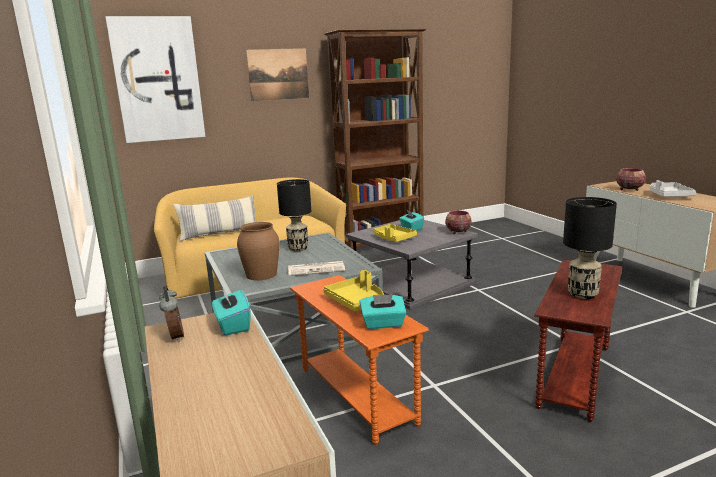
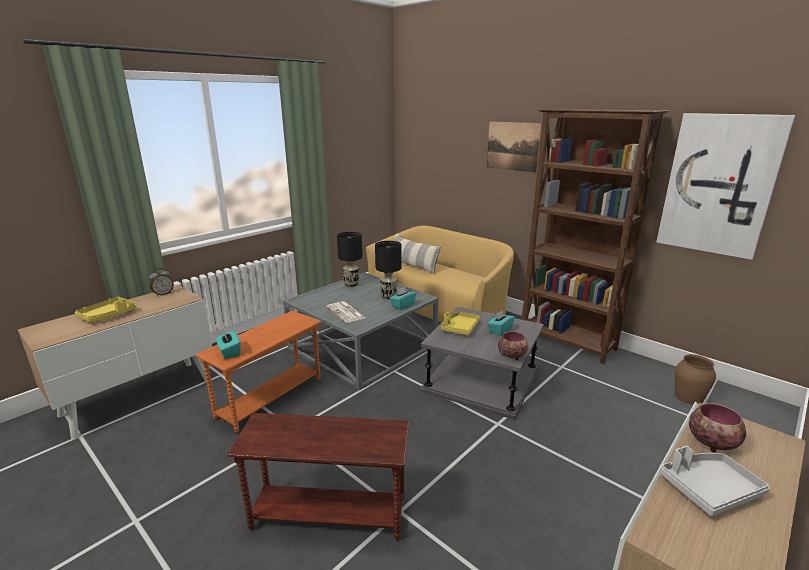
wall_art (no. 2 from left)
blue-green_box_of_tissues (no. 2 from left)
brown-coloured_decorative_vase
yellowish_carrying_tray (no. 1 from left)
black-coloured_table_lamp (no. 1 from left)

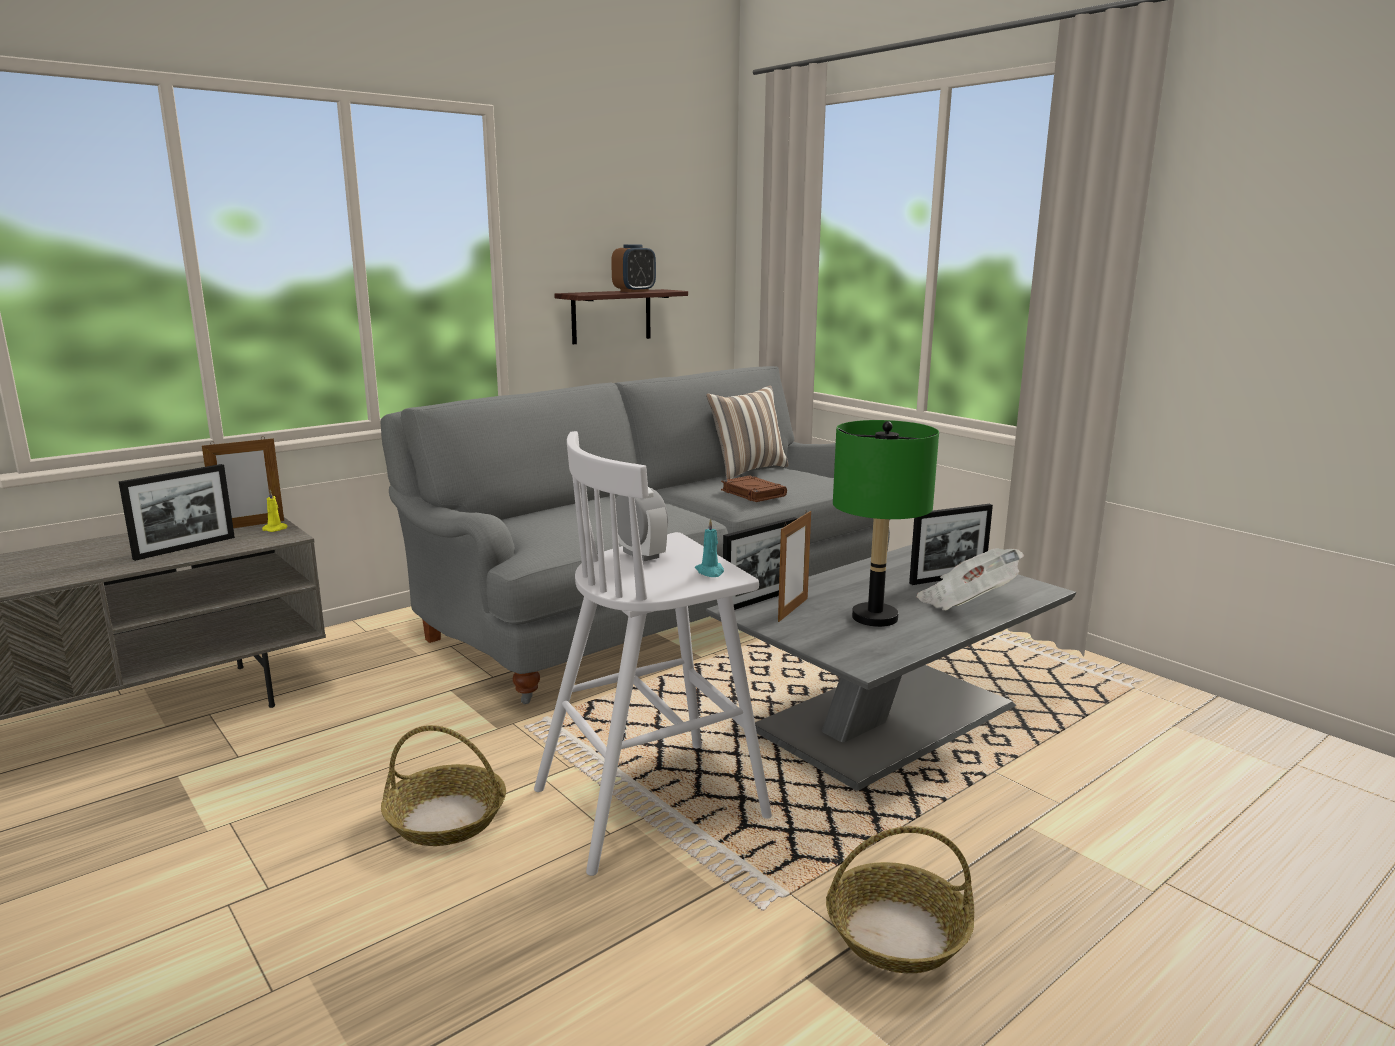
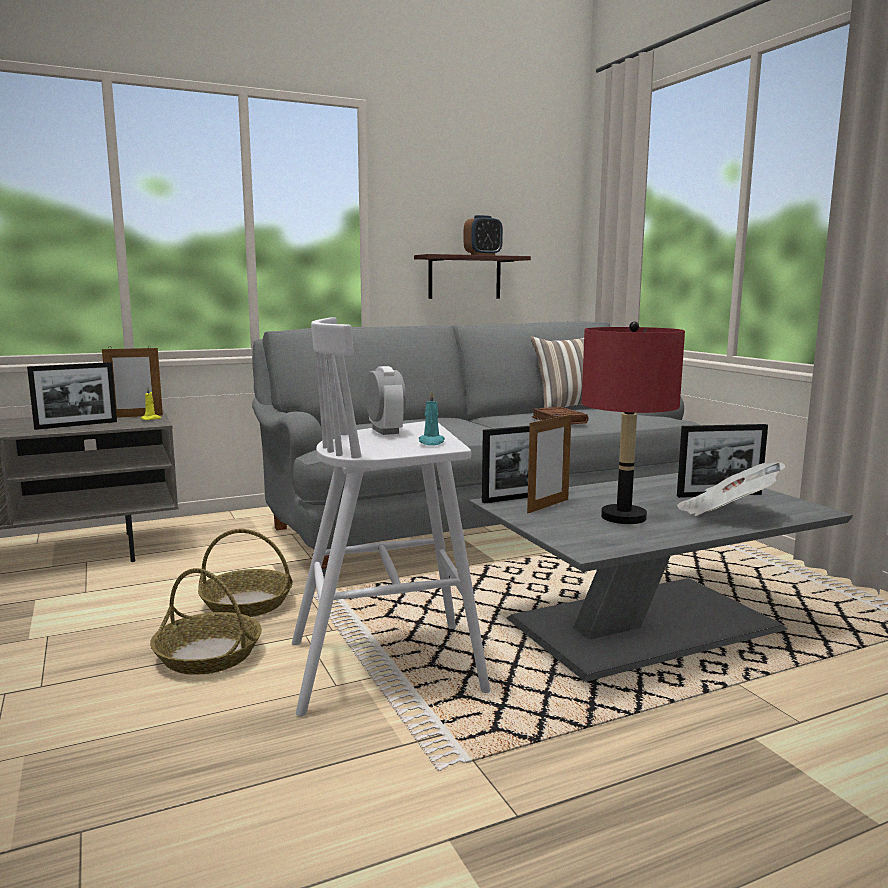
basket (no. 2 from left)
red-coloured_table_lamp

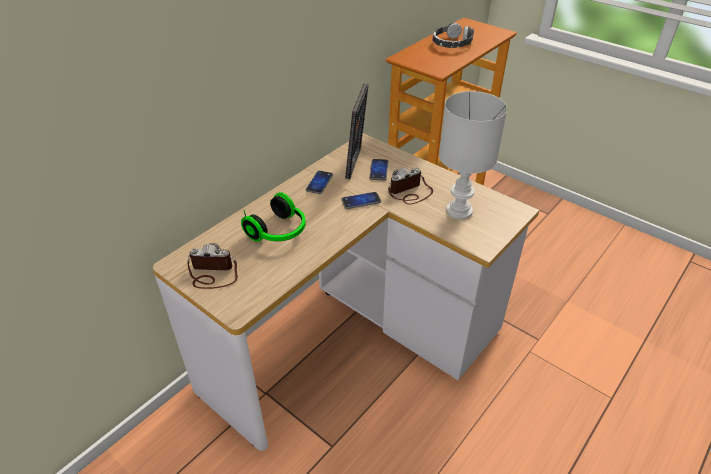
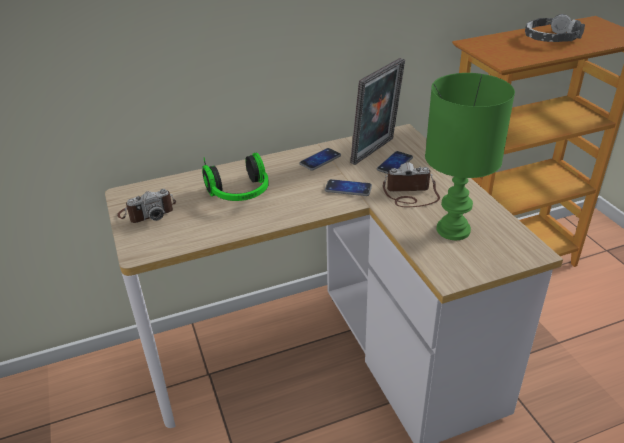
green-coloured_table_lamp
still_camera (no. 1 from left)

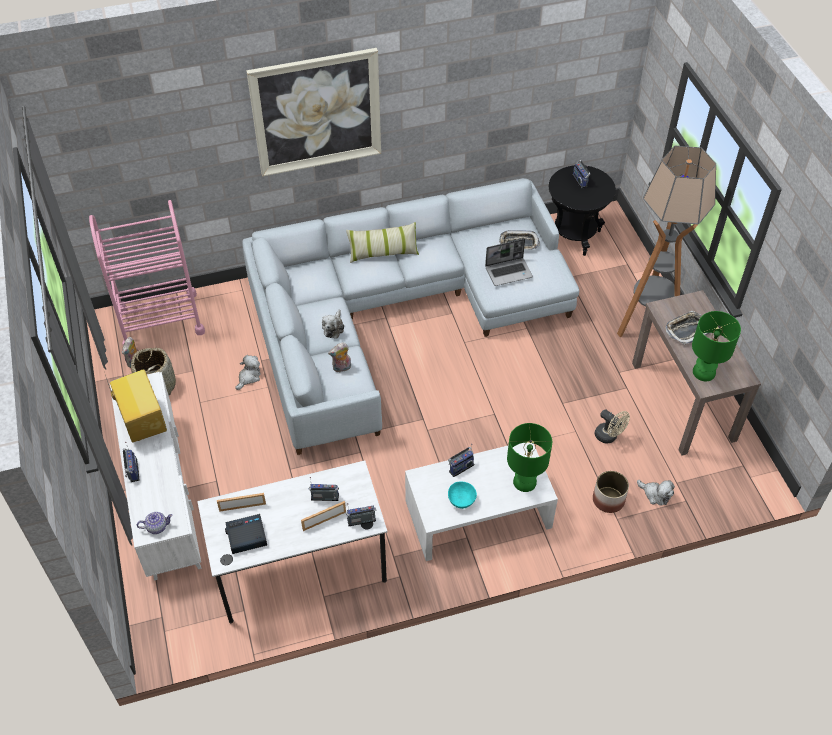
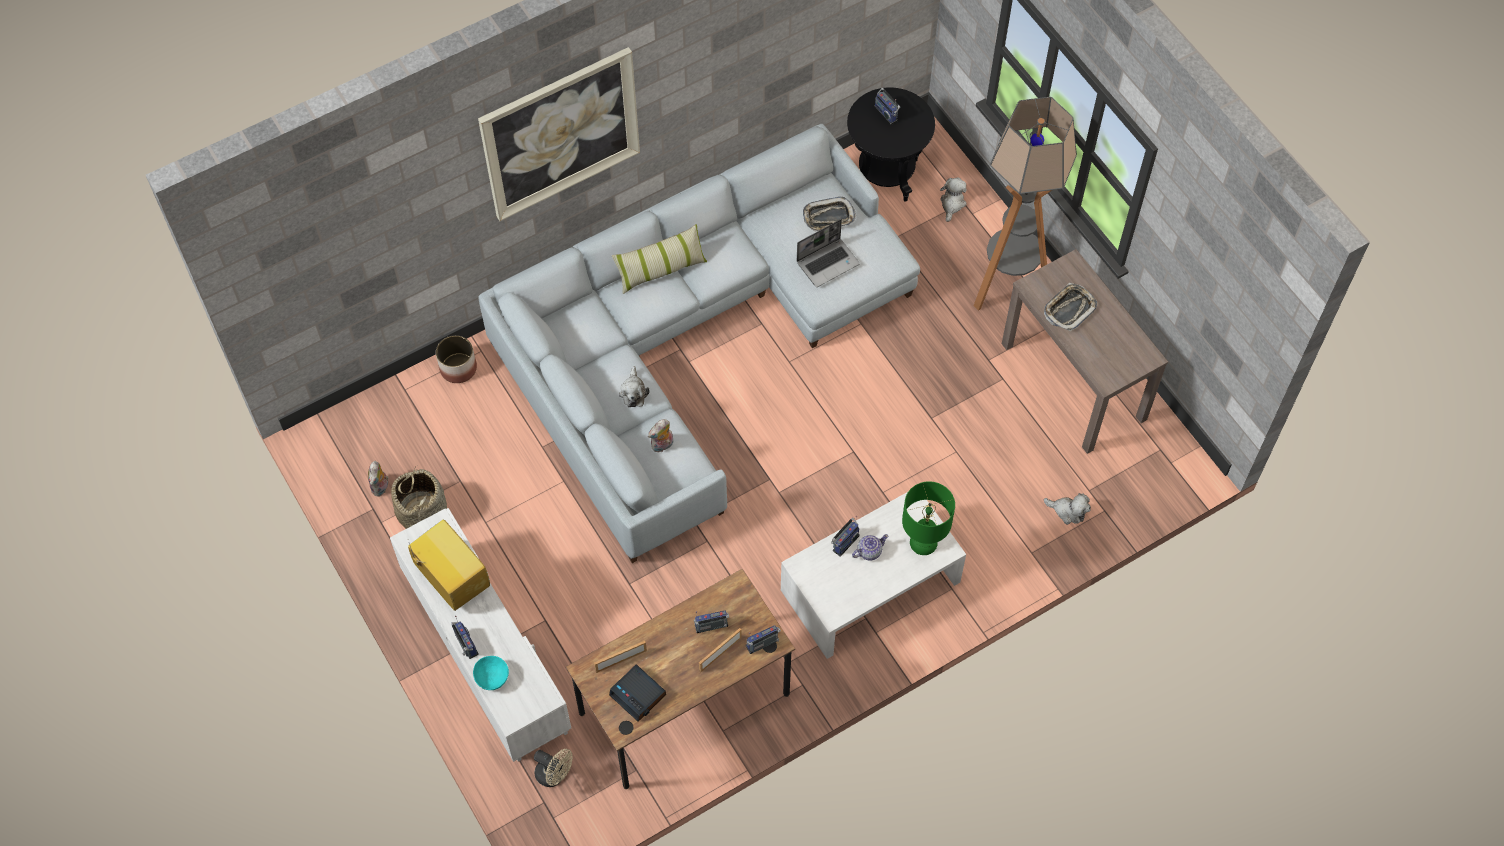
pink-coloured_wheeled_cart
green-coloured_table_lamp (no. 2 from left in the first image)
teapot
plush_toy (no. 4 from left)
blue-green_bowl
plant_pot
sand-coloured_fan
brown-coloured_desk
bedside_clock

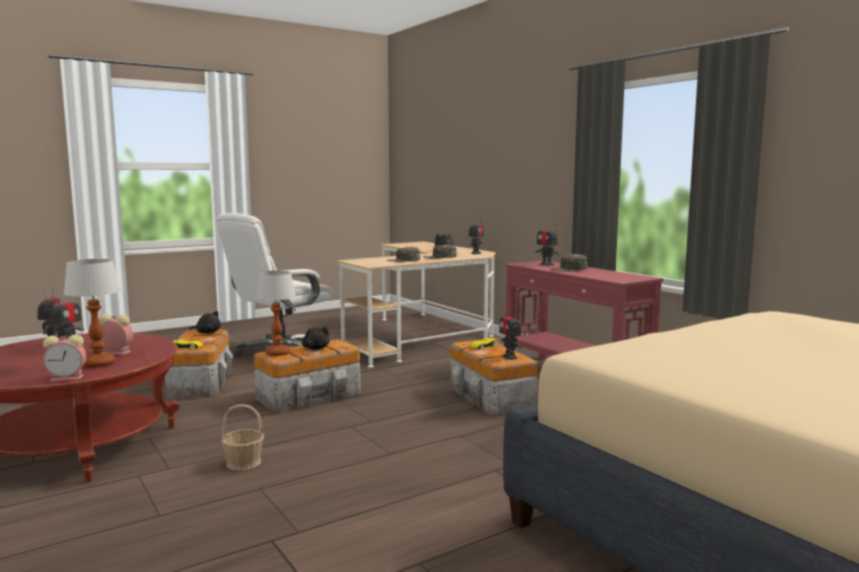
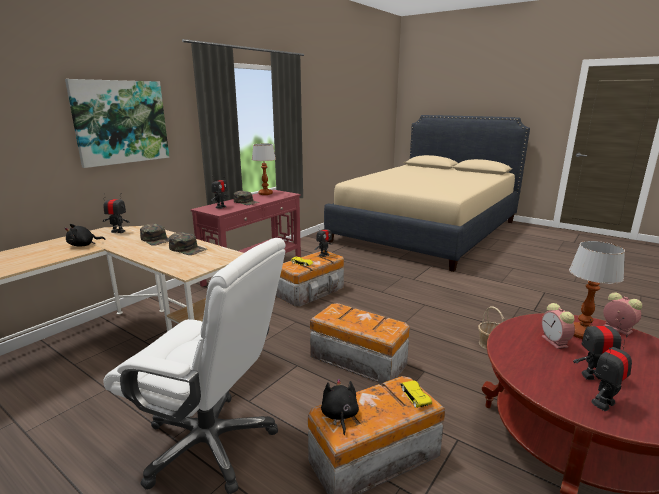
black-coloured_plush_toy (no. 2 from left in the first image)
wall_art
table_lamp (no. 1 from left)

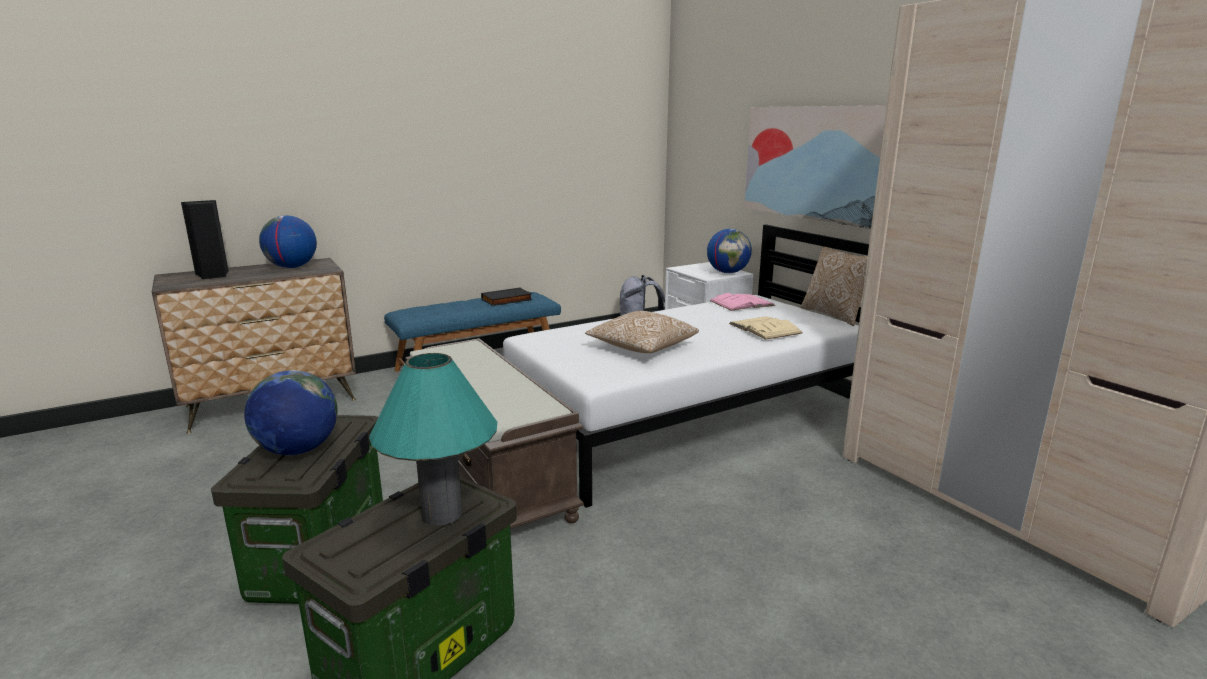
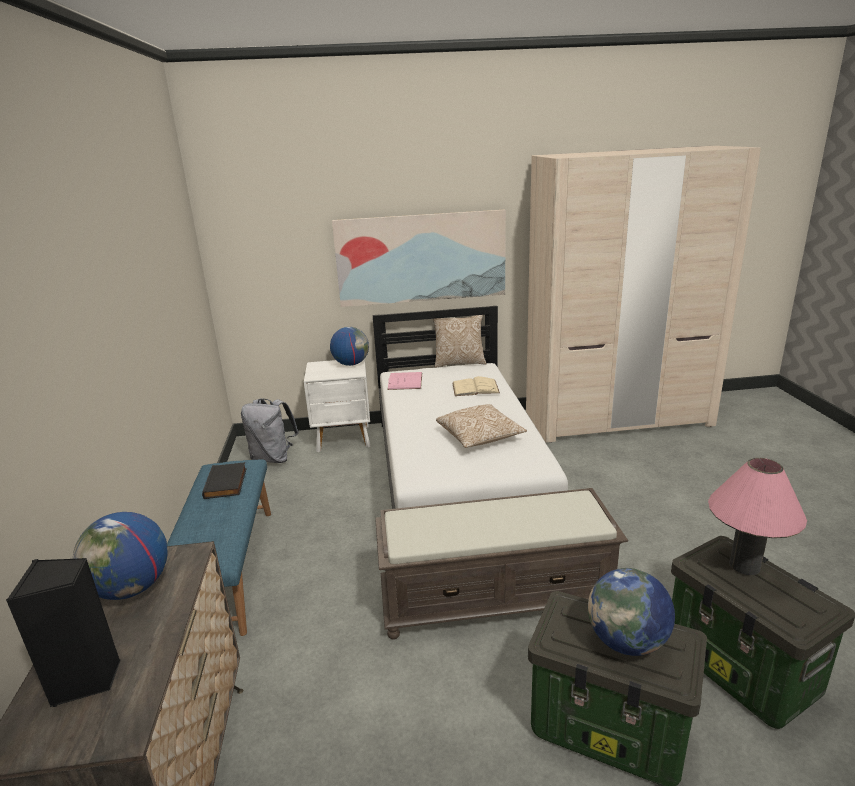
pink-coloured_table_lamp

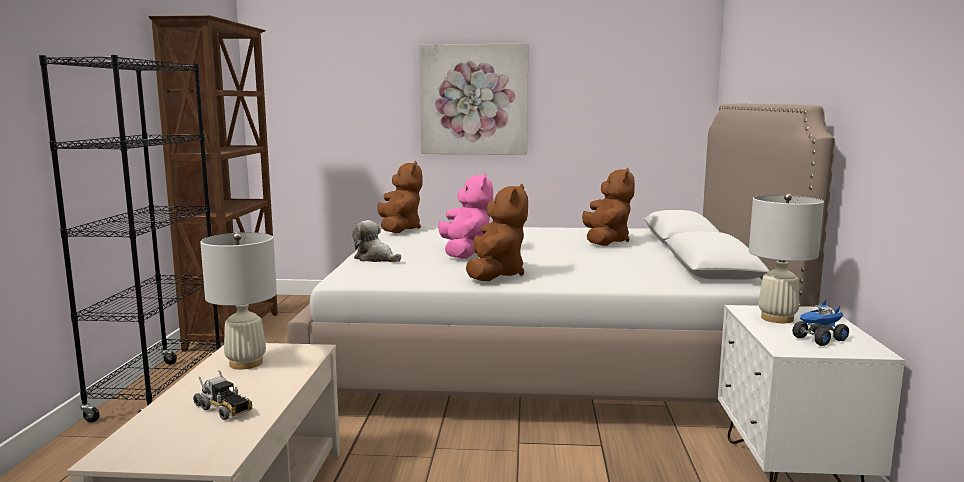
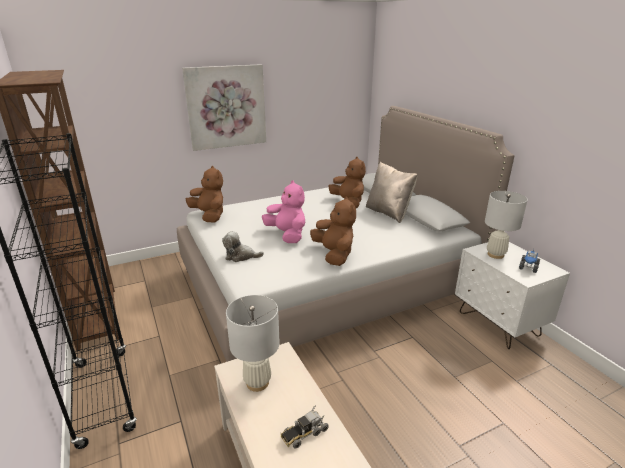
sand-coloured_throw_pillow
toy_truck (no. 1 from left)

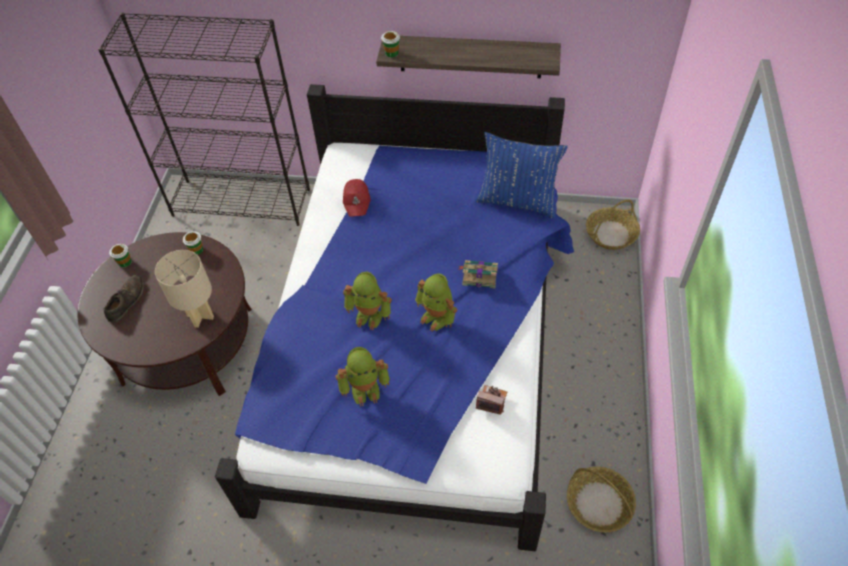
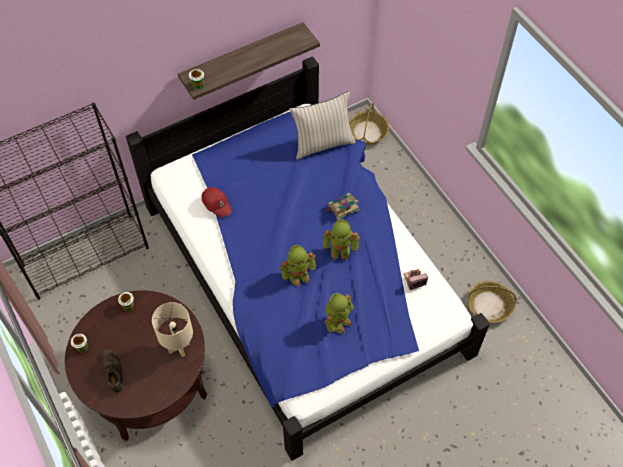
sand-coloured_throw_pillow

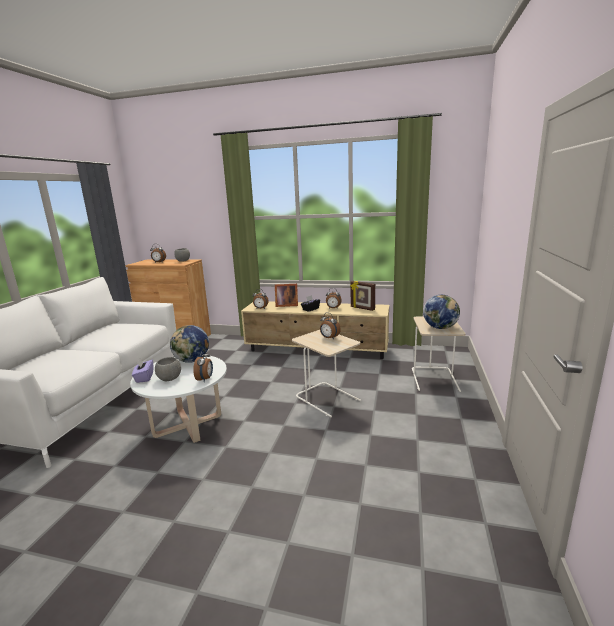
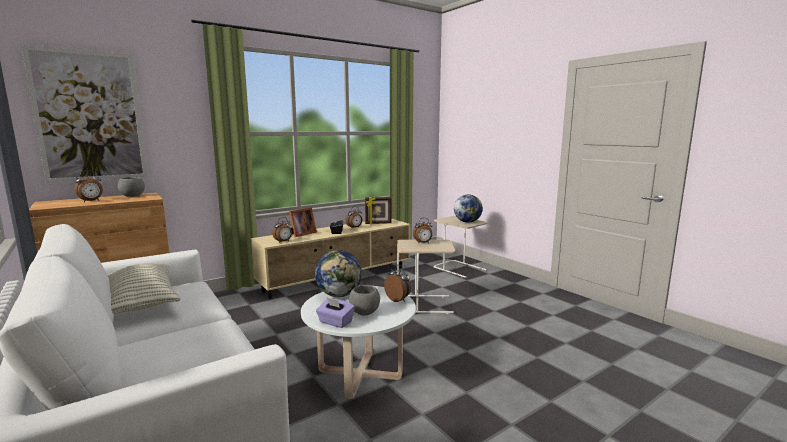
wall_art
throw_pillow

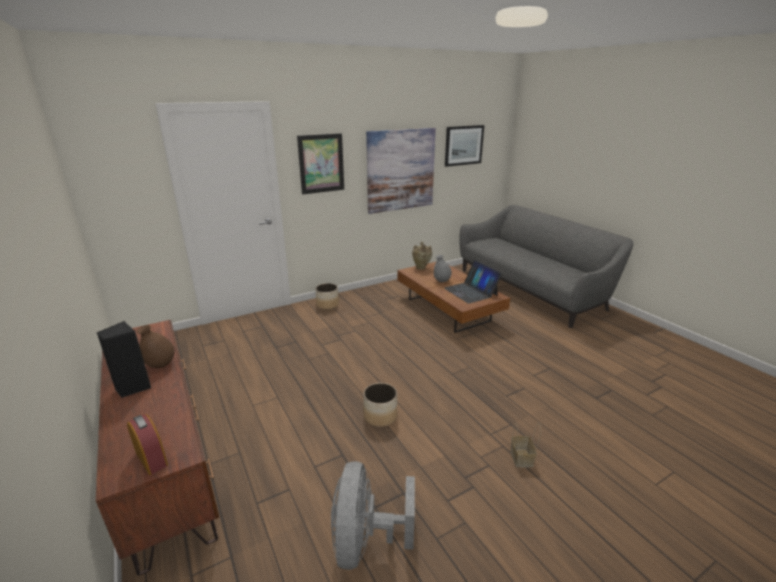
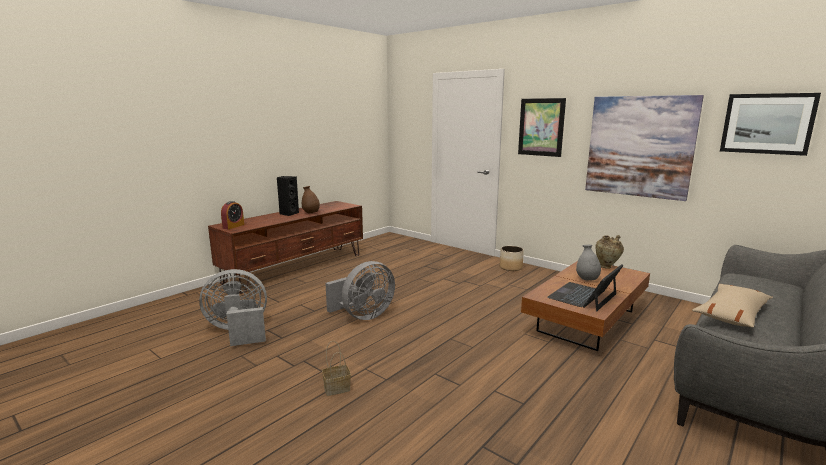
sand-coloured_throw_pillow
greyish_fan (no. 2 from left)

